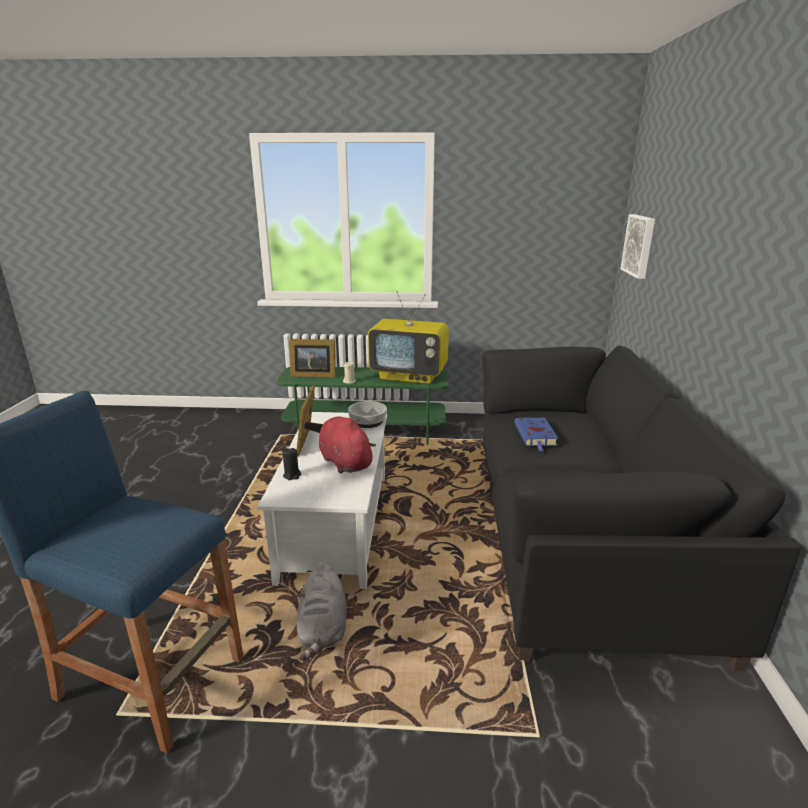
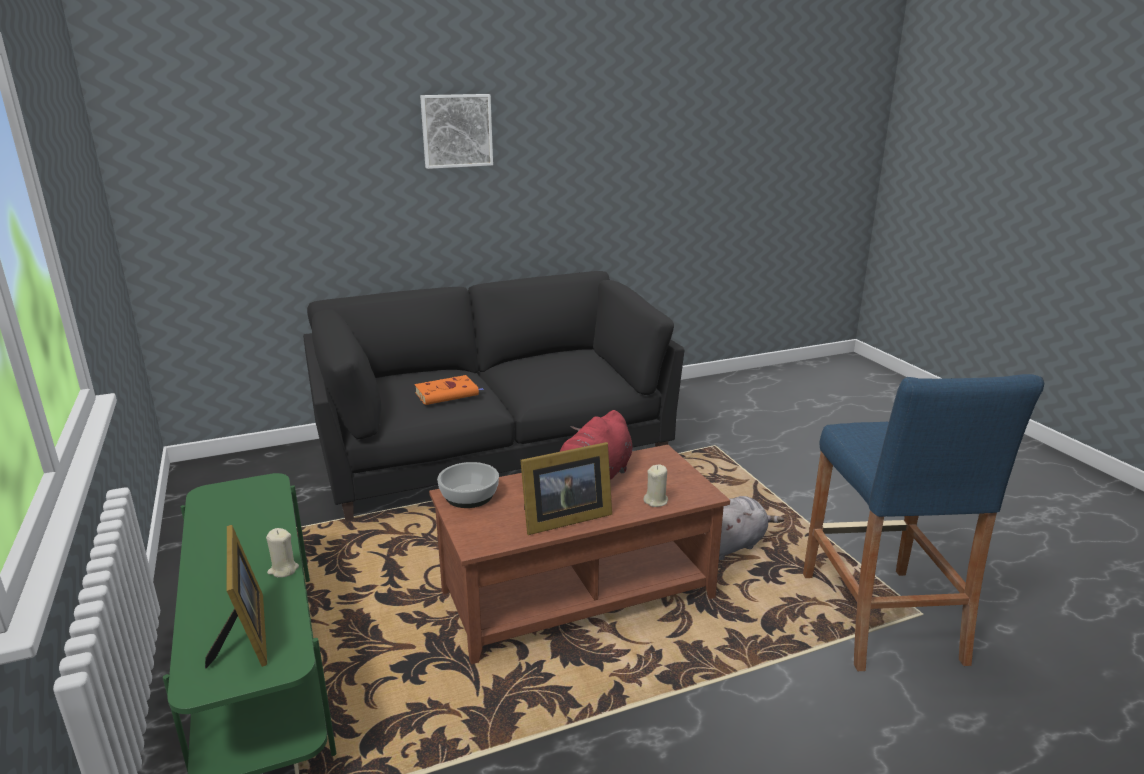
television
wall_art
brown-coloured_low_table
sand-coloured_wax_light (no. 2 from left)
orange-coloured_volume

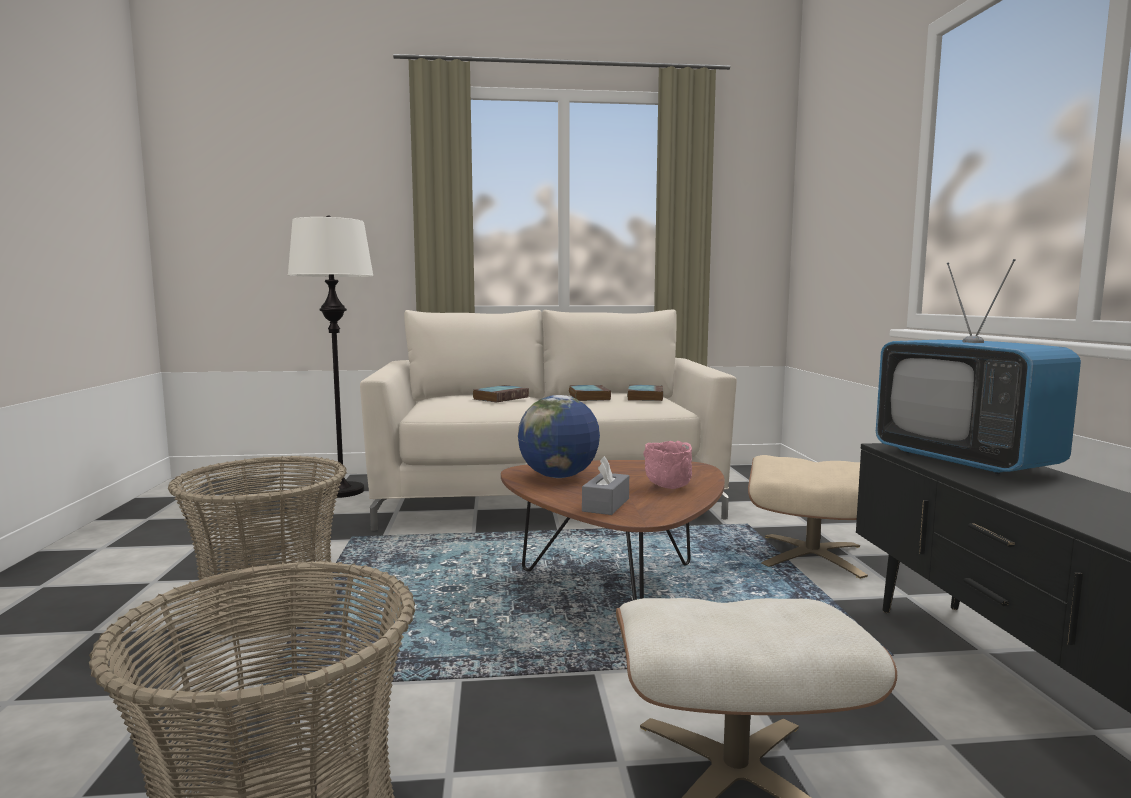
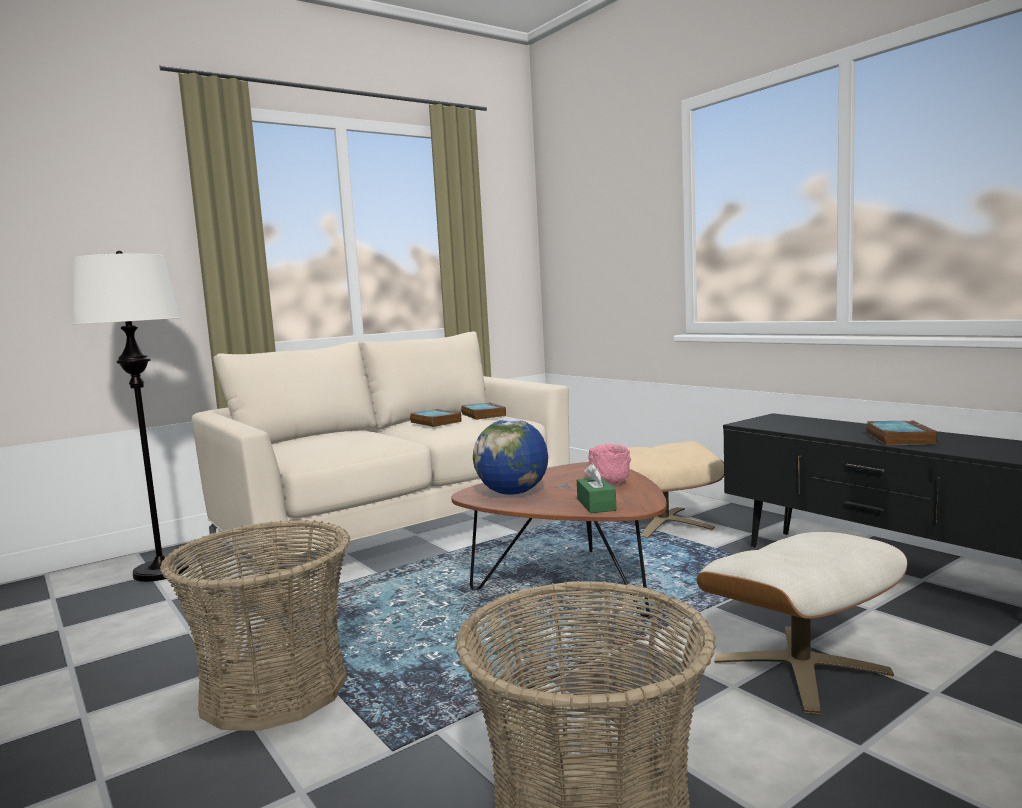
television
volume (no. 3 from left)
green-coloured_box_of_tissues

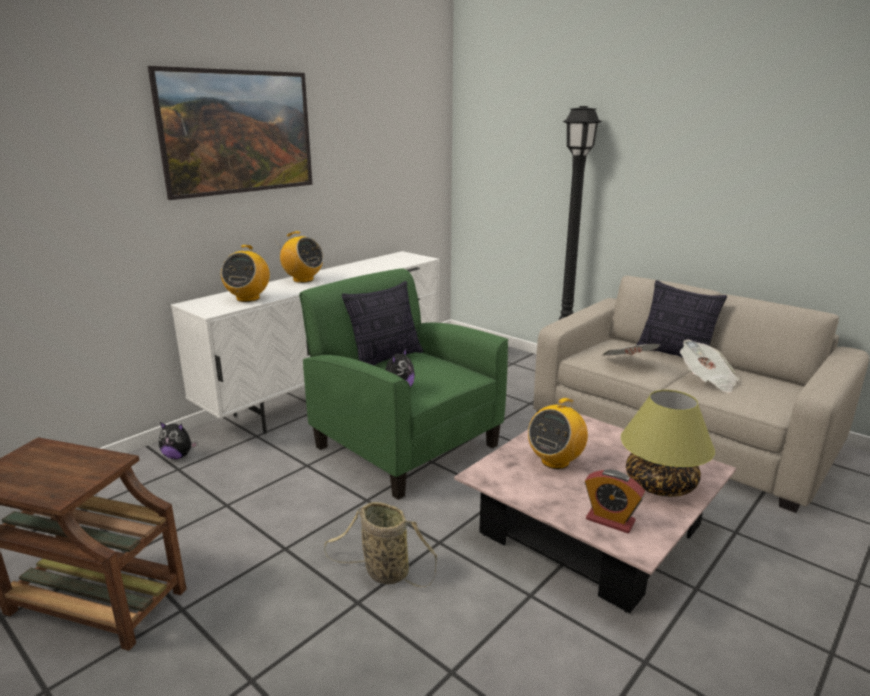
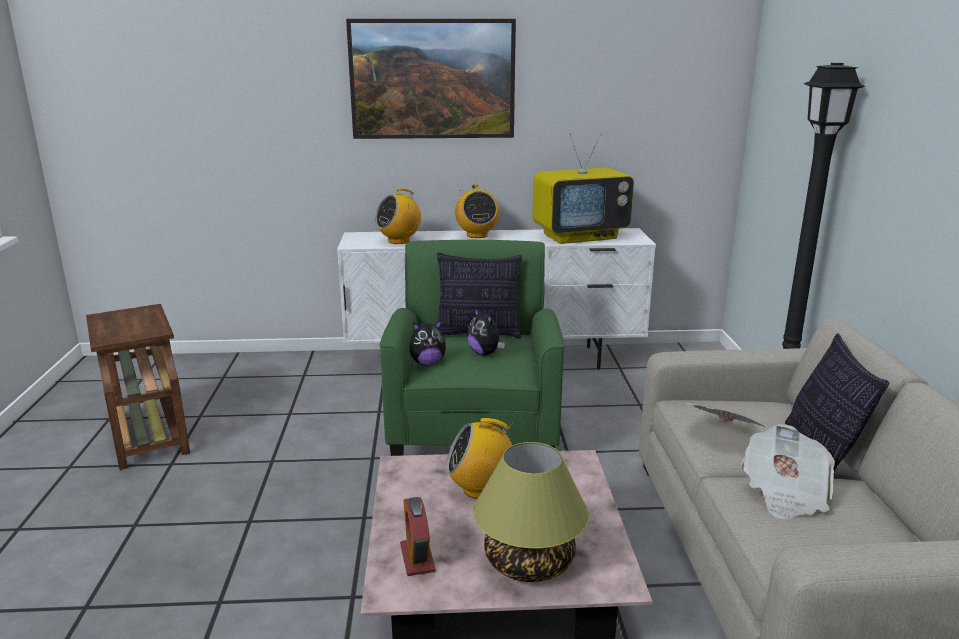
basket
television
plush_toy (no. 2 from left)

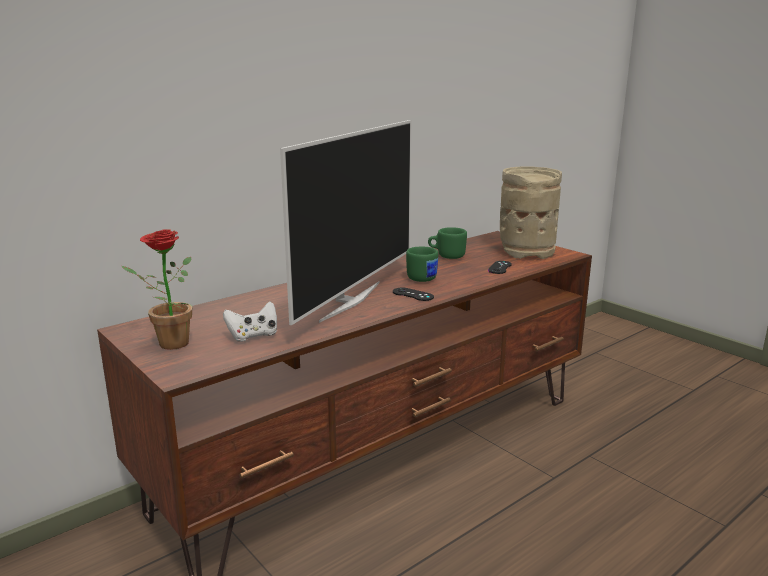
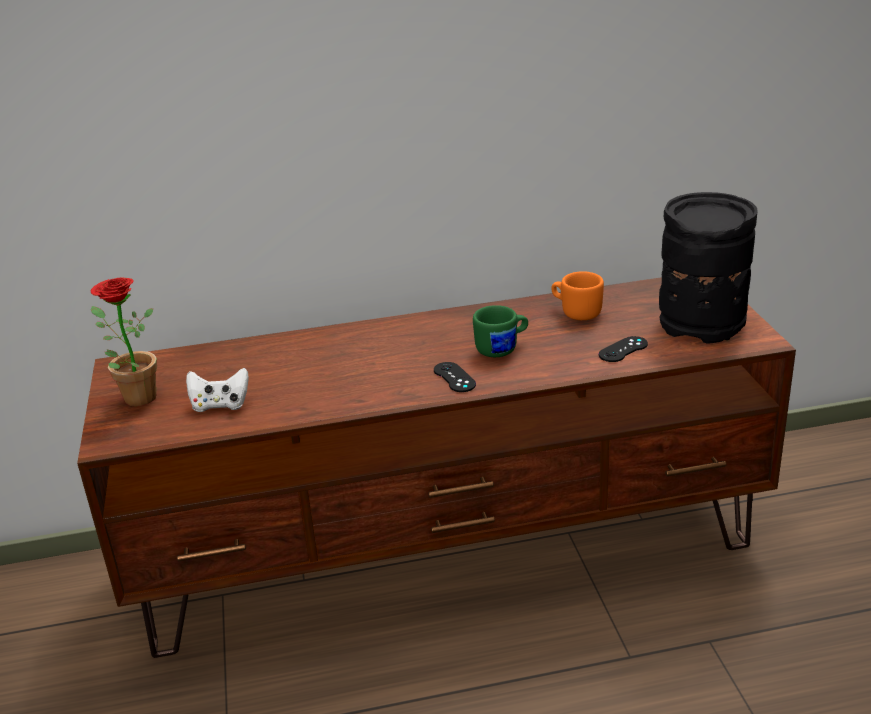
television
orange-coloured_mug
black-coloured_decorative_vase

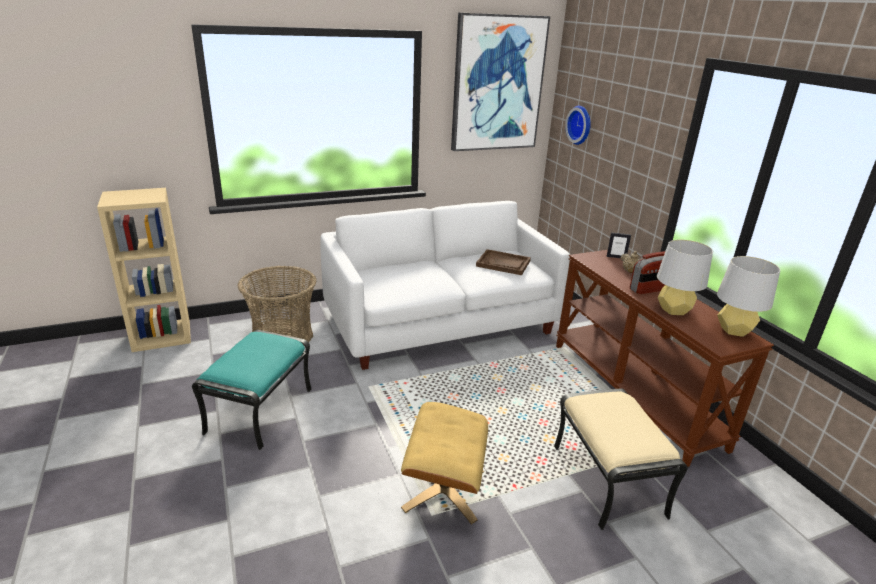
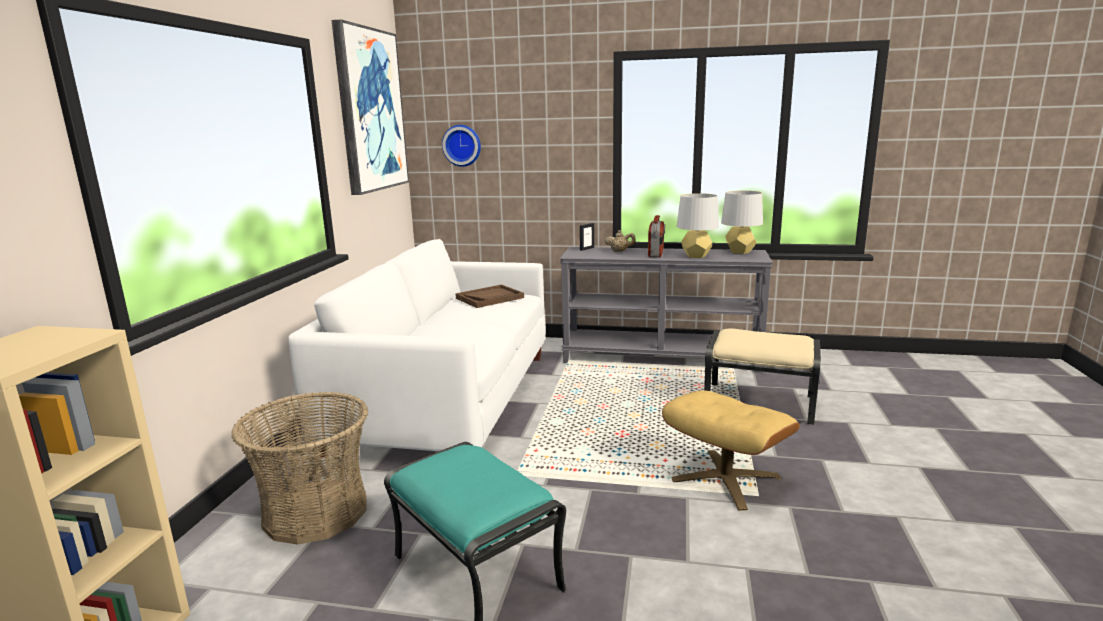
greyish_console_table

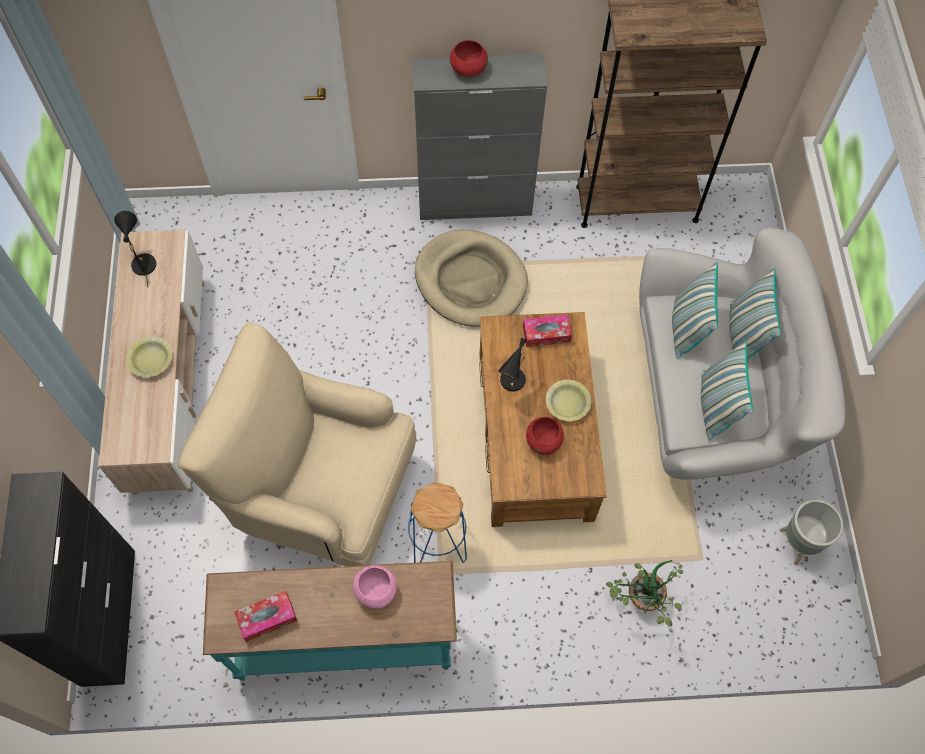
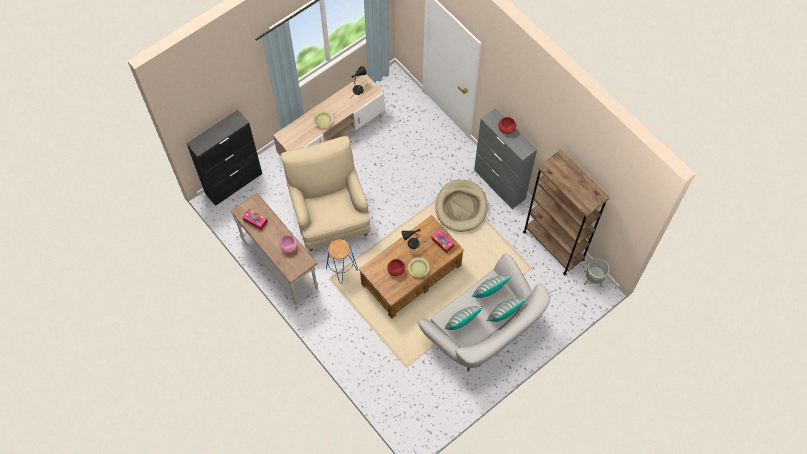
potted_plant
greyish_plant_pot
whitish_console_table

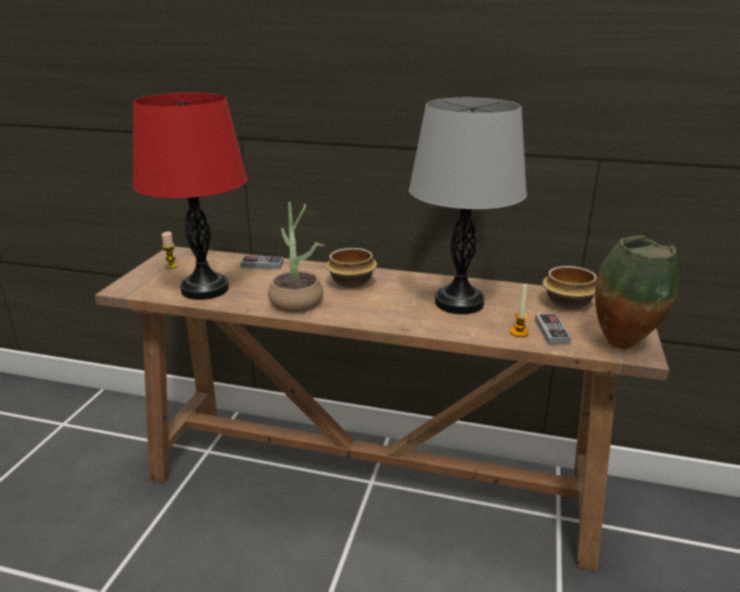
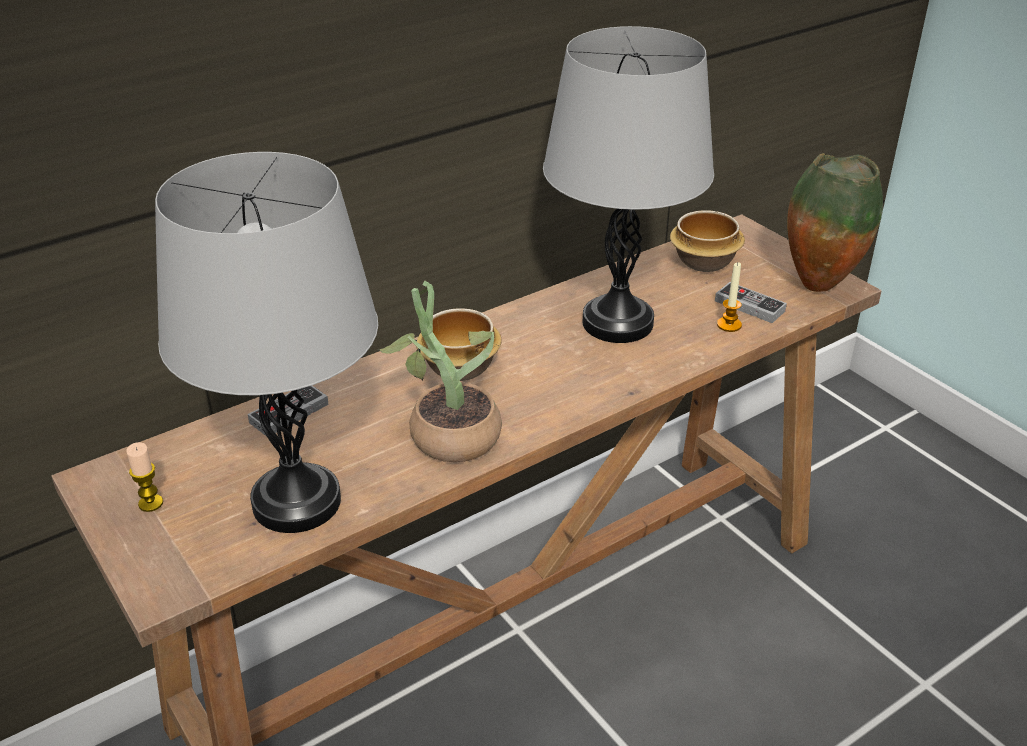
greyish_table_lamp (no. 1 from left)

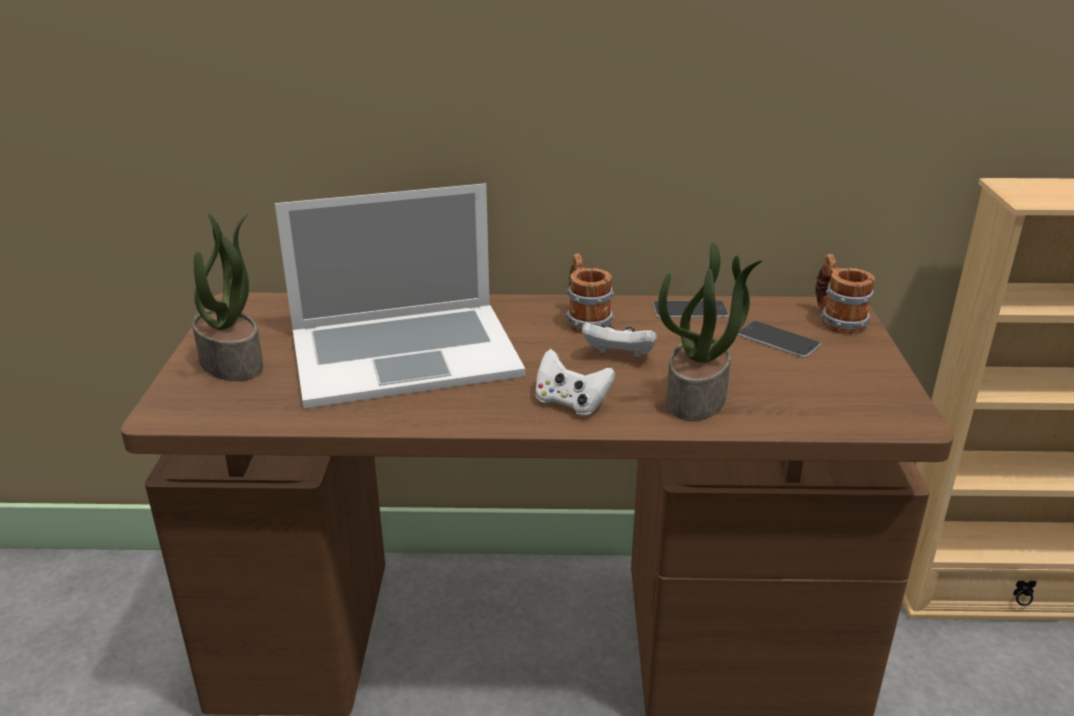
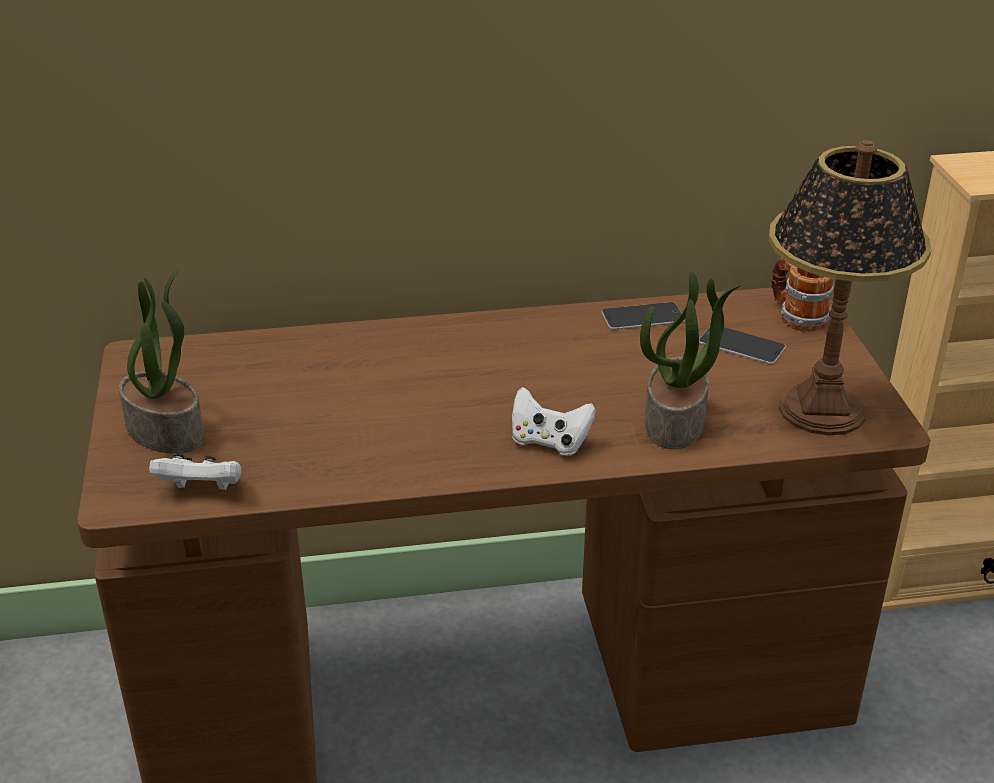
notebook_computer
mug (no. 1 from left in the first image)
table_lamp
whitish_joypad (no. 1 from left)

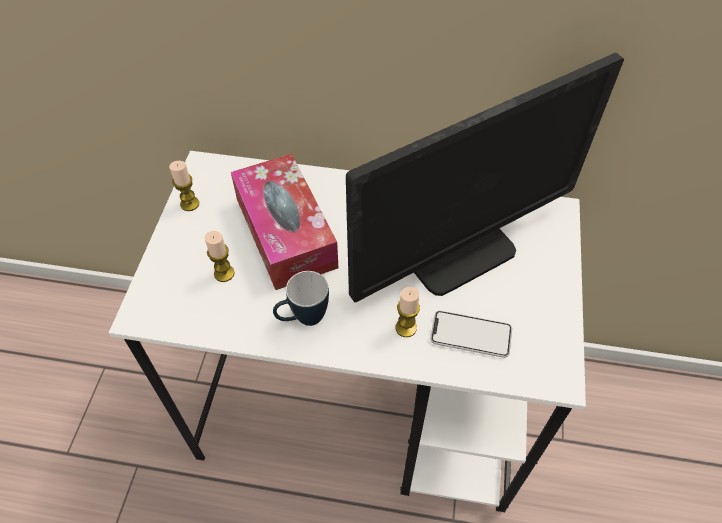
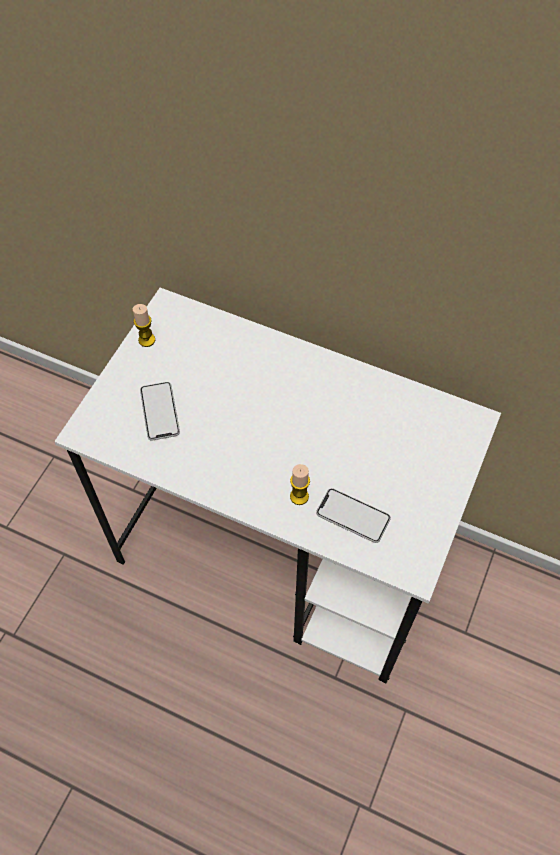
box_of_tissues
mug
monitor
handset (no. 1 from left)

